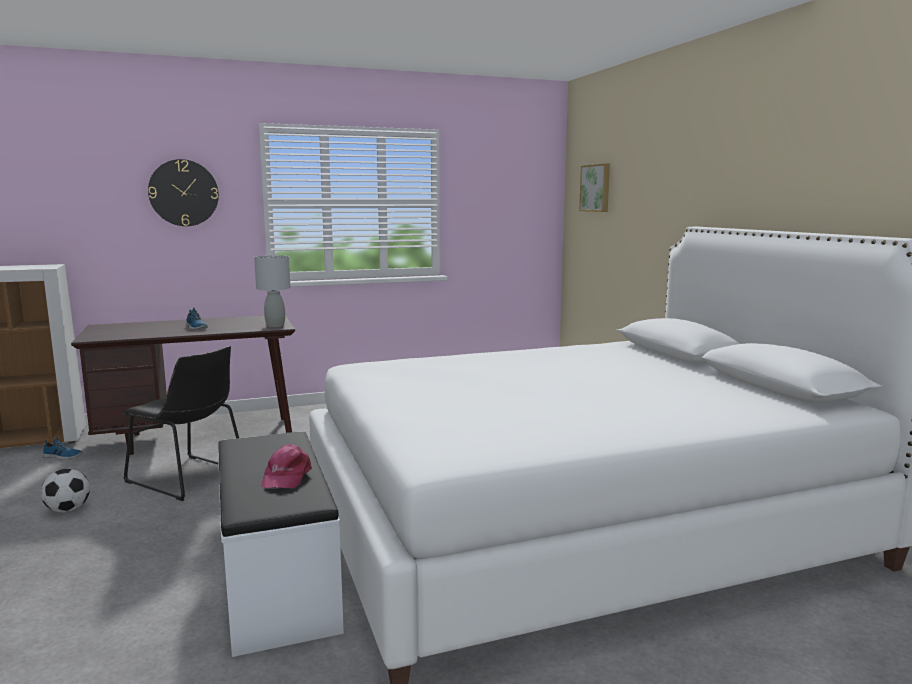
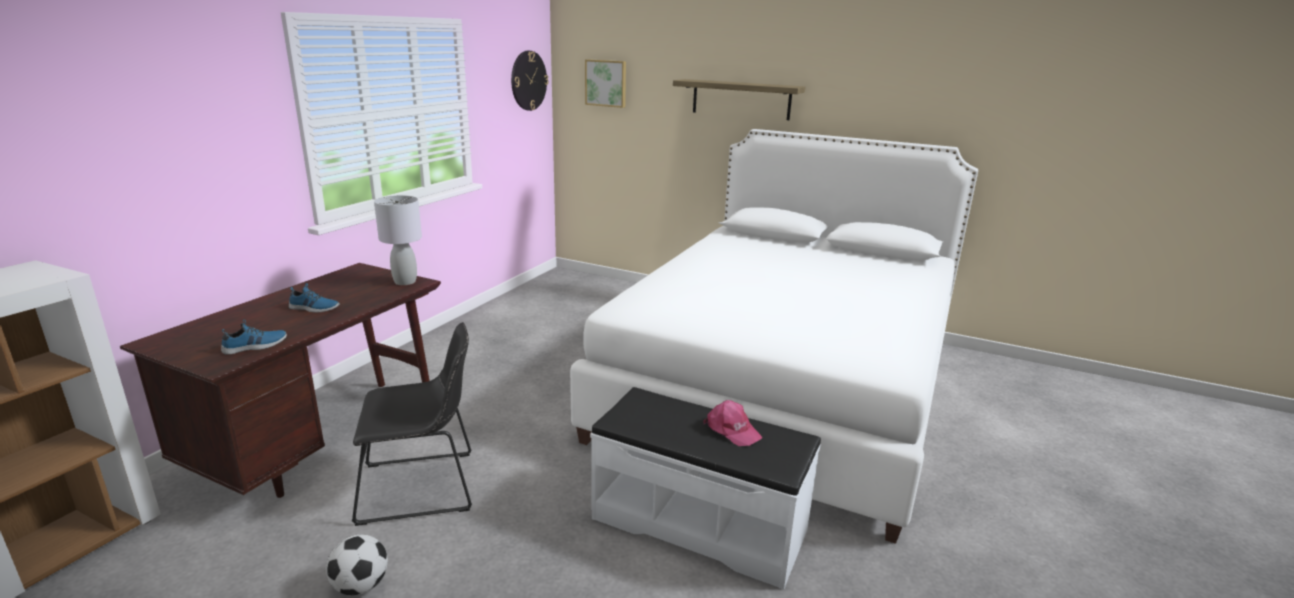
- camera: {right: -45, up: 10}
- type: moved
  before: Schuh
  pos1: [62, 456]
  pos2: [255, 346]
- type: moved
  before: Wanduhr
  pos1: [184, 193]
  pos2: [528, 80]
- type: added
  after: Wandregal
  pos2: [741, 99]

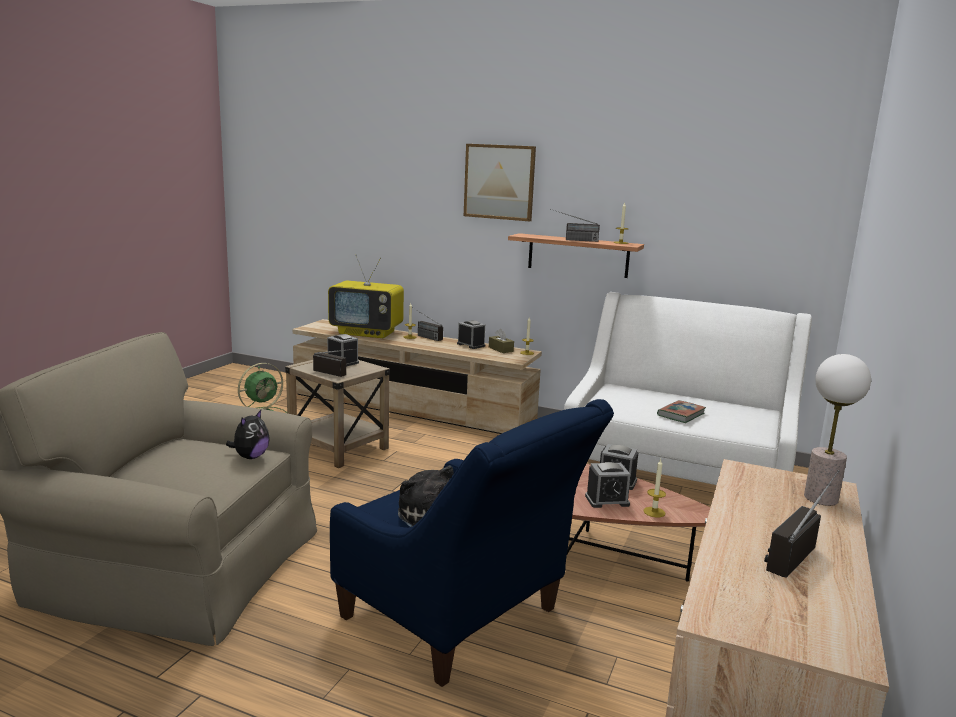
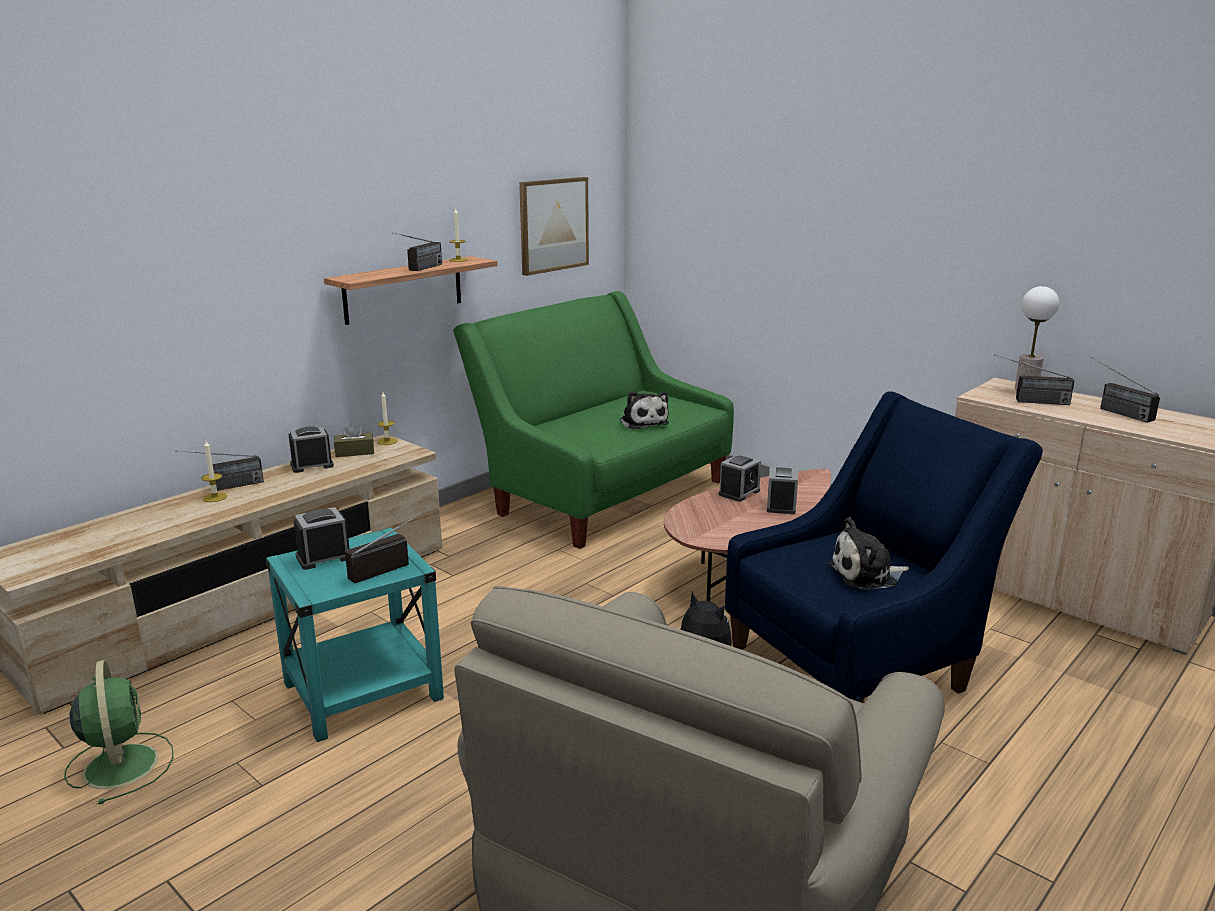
- camera: {right: -70, up: 5}
- type: recoloured
  before: Beistelltisch [beige]
  after: Beistelltisch [türkis]
  pos1: [338, 448]
  pos2: [362, 692]
- type: removed
  before: Fernseher
  pos1: [367, 333]
- type: moved
  before: Bild
  pos1: [499, 182]
  pos2: [553, 225]
- type: recoloured
  before: Sofa [weiß]
  after: Sofa [grün]
  pos1: [676, 475]
  pos2: [602, 493]
- type: removed
  before: Kerze
  pos1: [654, 512]
- type: replaced
  before: Buch
  after: Plüschtier
  pos1: [681, 415]
  pos2: [643, 422]
- type: added
  after: Radio
  pos2: [1028, 401]

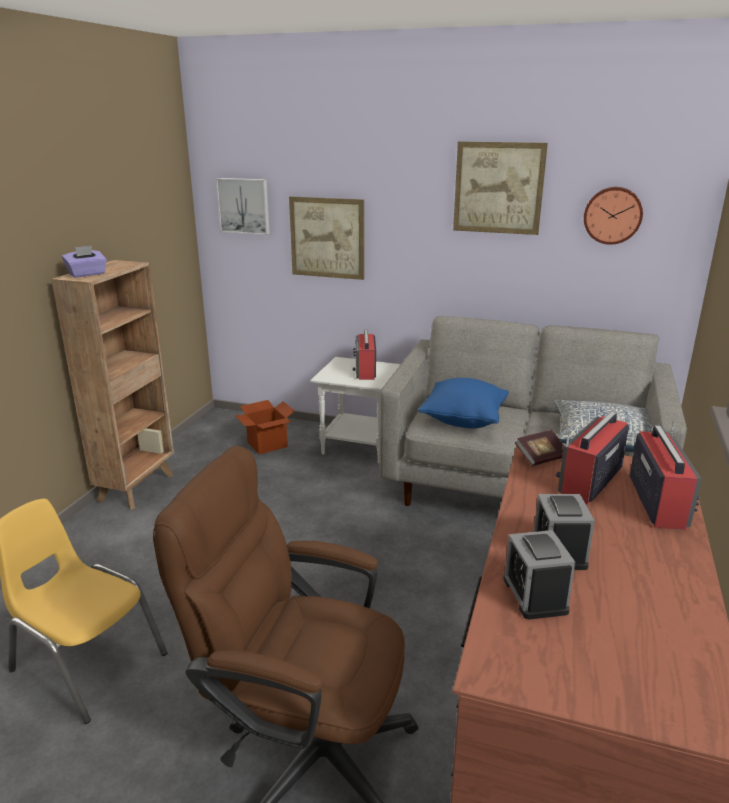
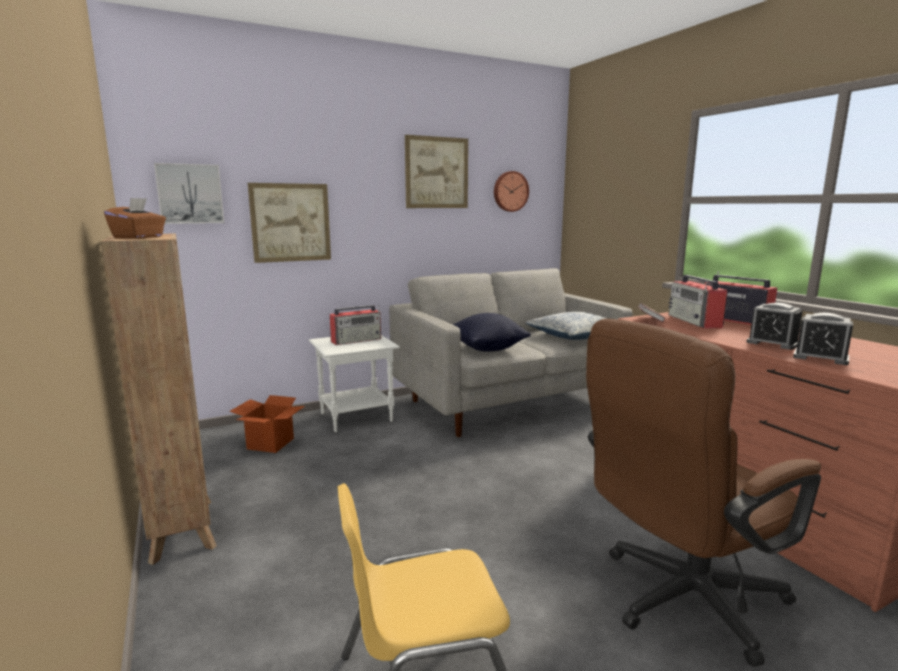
- camera: {right: -45, up: -10}
- type: recoloured
  before: Taschentuchbox [lila]
  after: Taschentuchbox [braun]
  pos1: [87, 274]
  pos2: [139, 237]
- type: turned
  before: Radio
  pos1: [365, 370]
  pos2: [357, 340]
  turn: -75
- type: recoloured
  before: Kissen [blau]
  after: Kissen [schwarz]
  pos1: [463, 421]
  pos2: [486, 348]

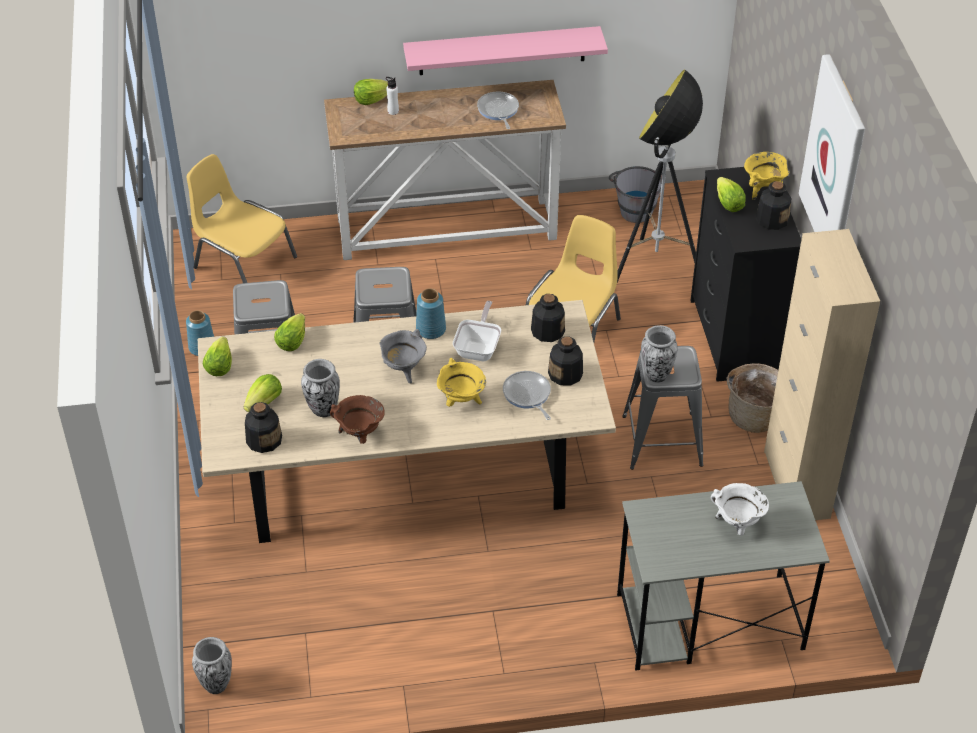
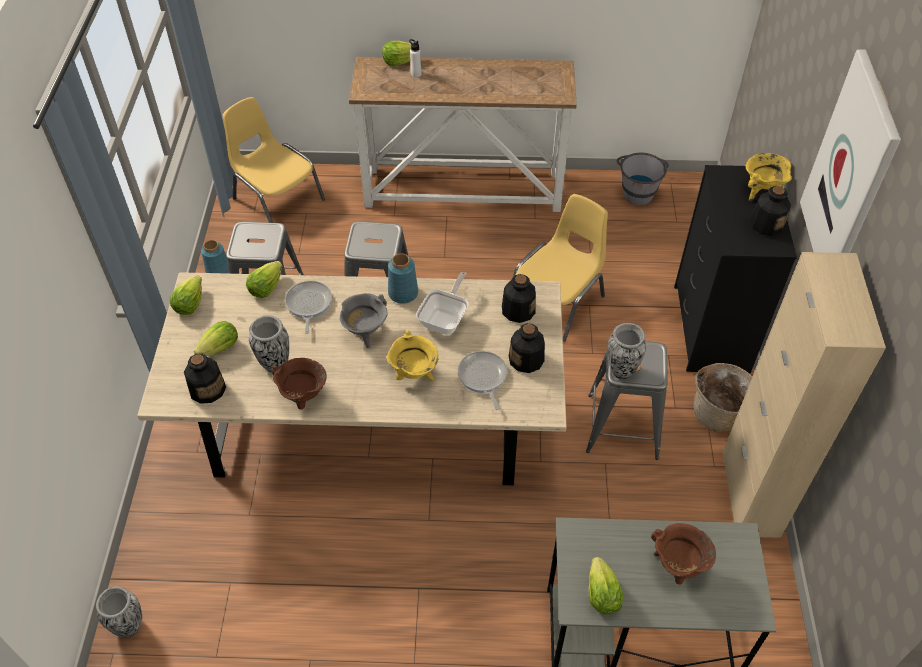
- camera: {right: 10, up: 5}
- type: removed
  before: Wandregal [rosa]
  pos1: [502, 50]
- type: moved
  before: Pfanne
  pos1: [498, 110]
  pos2: [308, 305]
- type: removed
  before: Stehlampe
  pos1: [655, 274]
- type: recoloured
  before: Kochtopf [weiß]
  after: Kochtopf [braun]
  pos1: [737, 524]
  pos2: [677, 566]
- type: moved
  before: Salatkopf
  pos1: [728, 204]
  pos2: [601, 595]

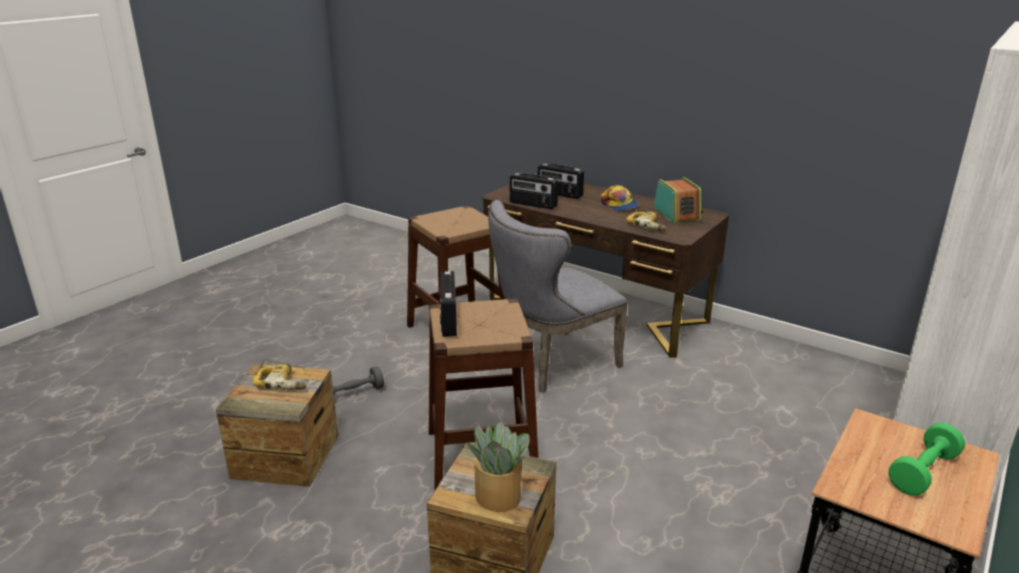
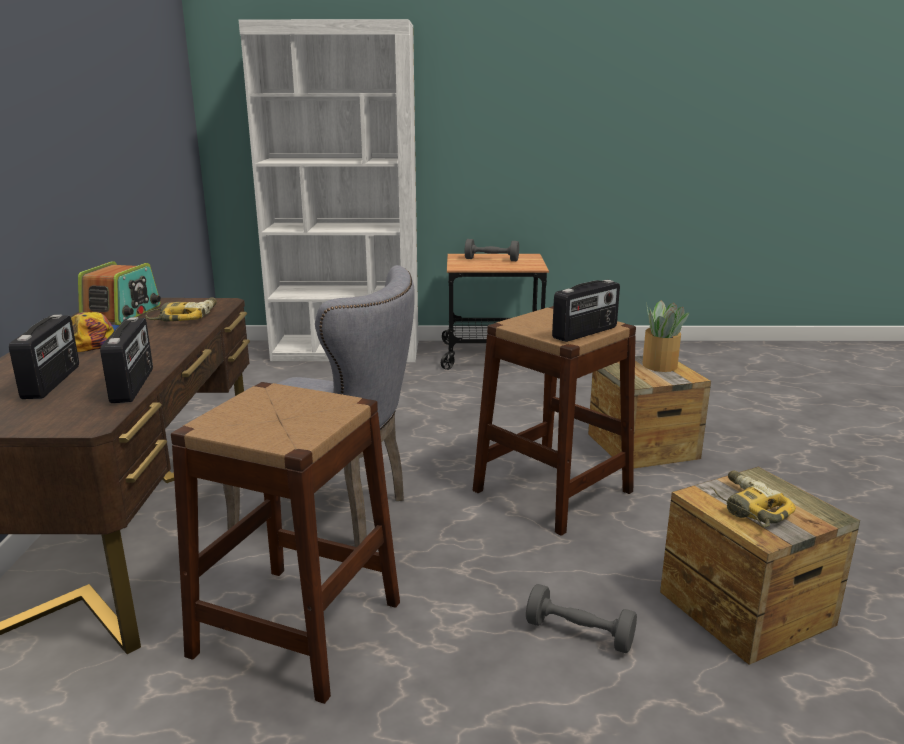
- camera: {right: -125, up: -5}
- type: turned
  before: Radio
  pos1: [677, 213]
  pos2: [123, 313]
  turn: 150
- type: recoloured
  before: Hantel [grün]
  after: Hantel [grau]
  pos1: [923, 472]
  pos2: [491, 260]

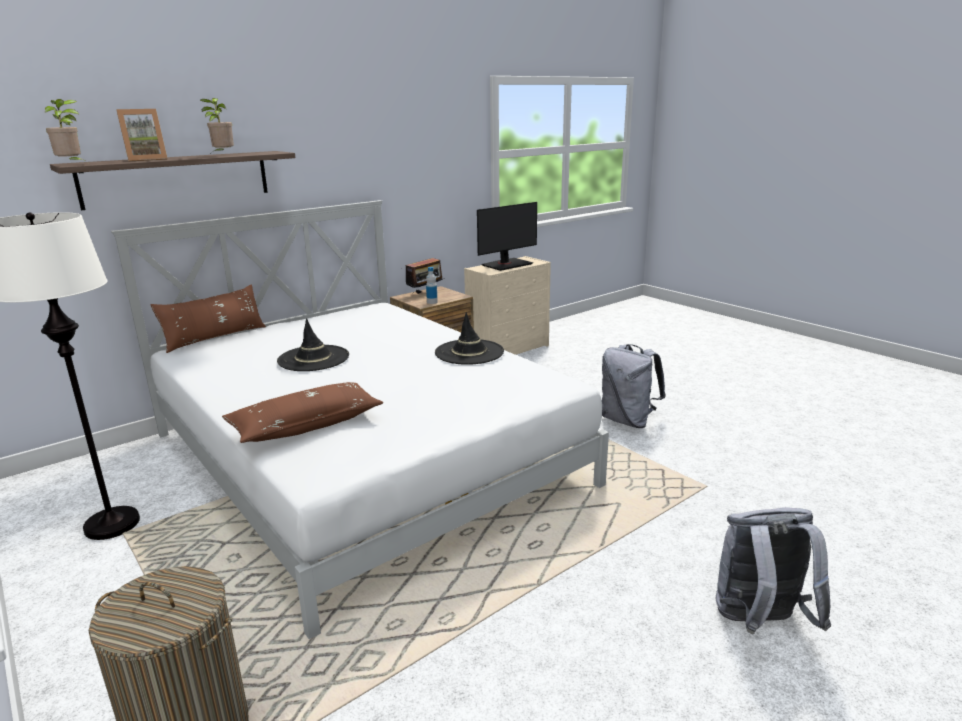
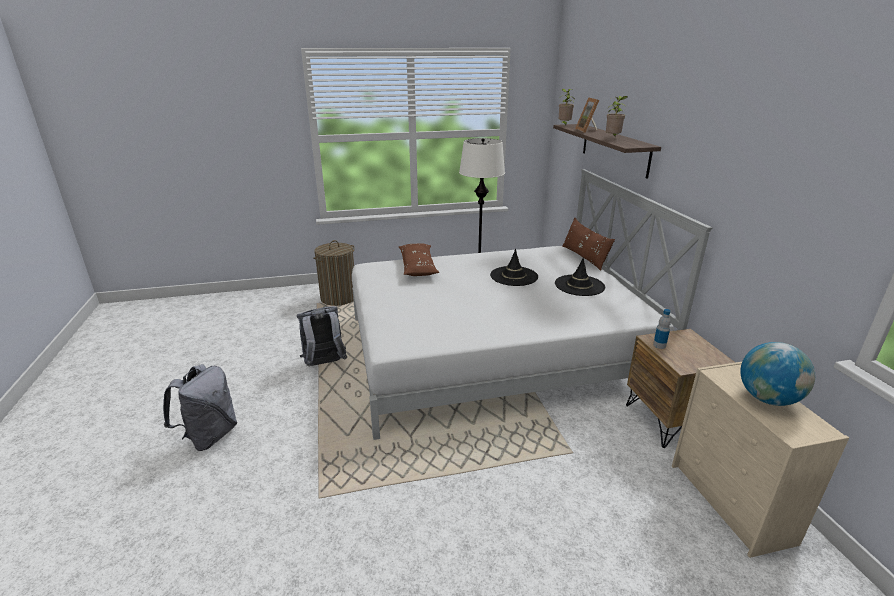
- camera: {right: 115, up: 5}
- type: removed
  before: Radio
  pos1: [425, 293]
- type: moved
  before: Hut [schwarz]
  pos1: [469, 352]
  pos2: [579, 285]
- type: replaced
  before: Monitor
  after: Globus
  pos1: [506, 264]
  pos2: [767, 399]
- type: moved
  before: Rucksack [grau]
  pos1: [628, 420]
  pos2: [324, 364]

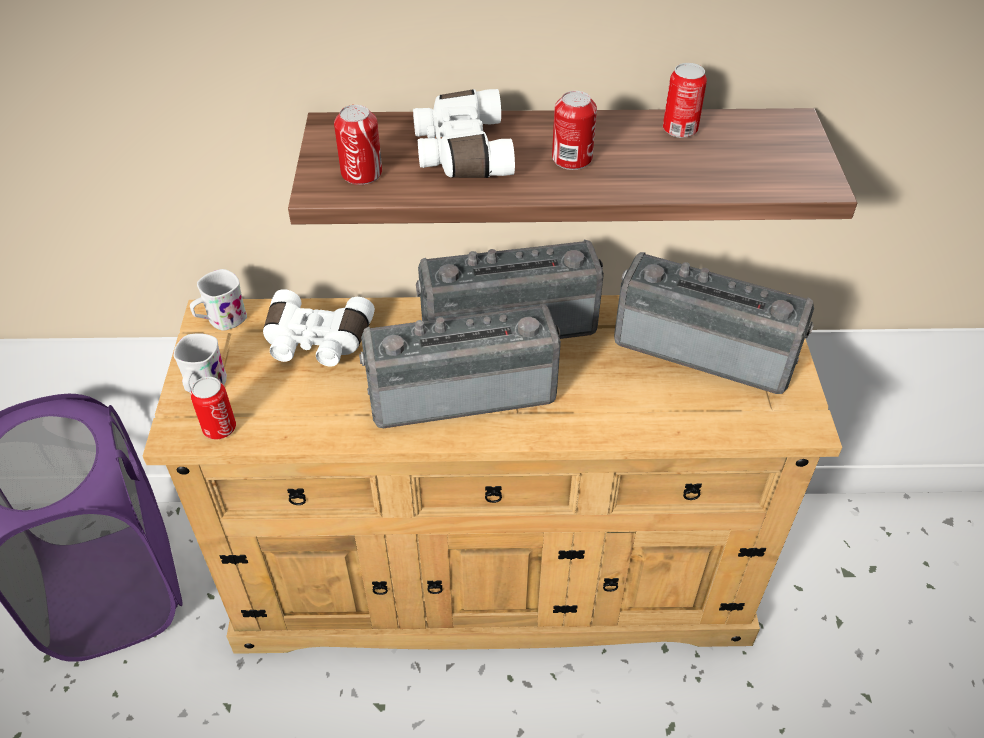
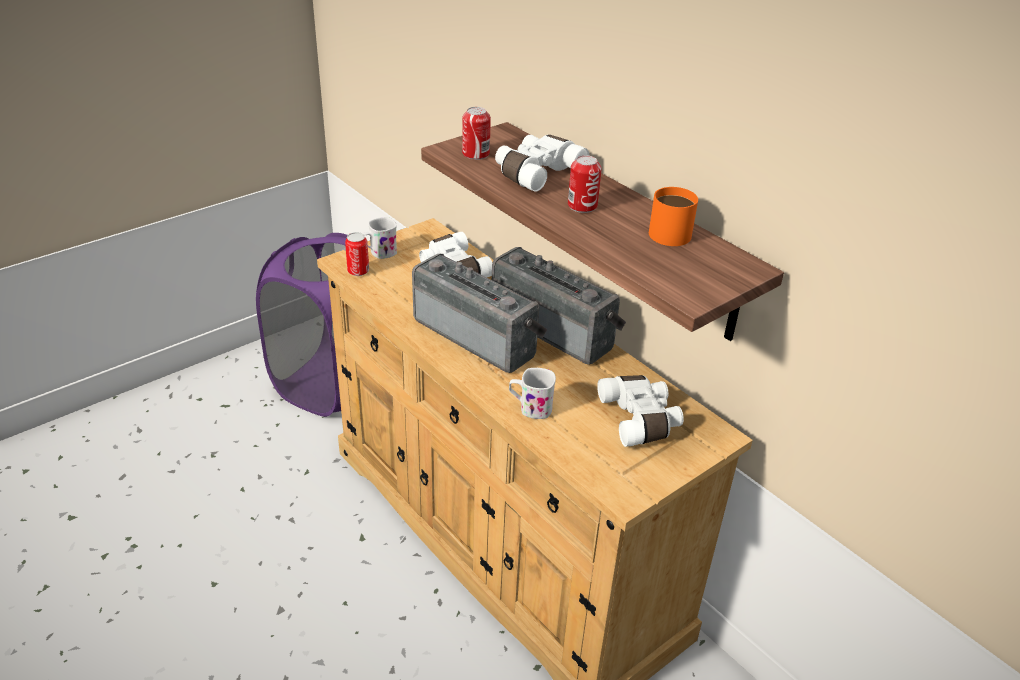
- camera: {right: 50, up: -10}
- type: moved
  before: Henkelbecher [weiß]
  pos1: [221, 320]
  pos2: [530, 408]
- type: replaced
  before: Radio
  after: Fernglas [weiß]
  pos1: [705, 347]
  pos2: [641, 419]
- type: replaced
  before: Dose
  after: Henkelbecher [orange]
  pos1: [679, 130]
  pos2: [670, 230]

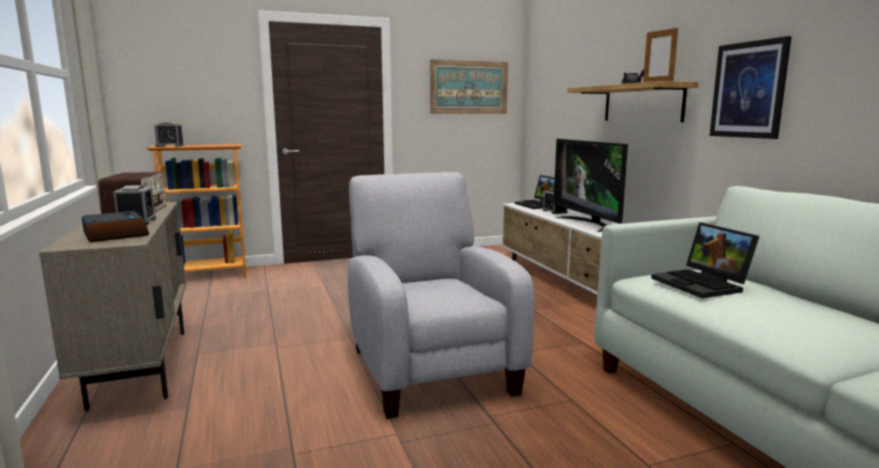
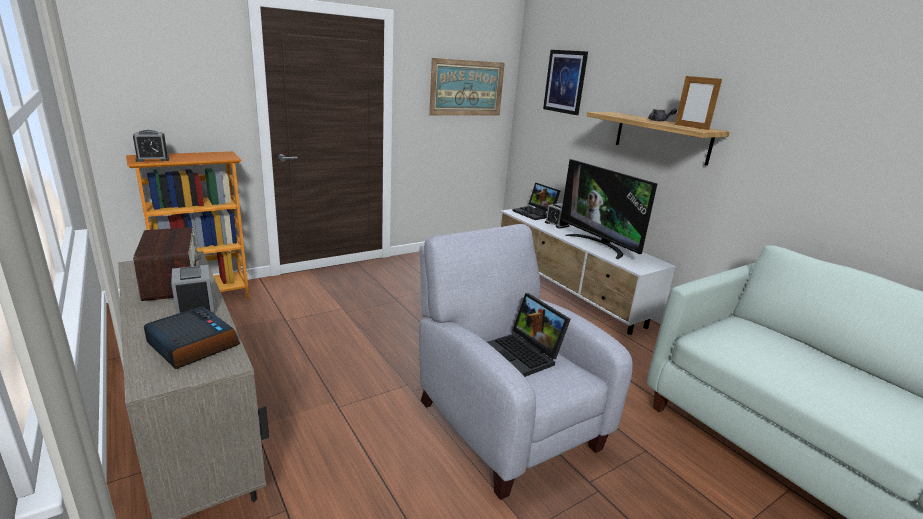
- camera: {right: -15, up: 10}
- type: moved
  before: Laptop
  pos1: [703, 284]
  pos2: [524, 355]
- type: moved
  before: Bild
  pos1: [748, 90]
  pos2: [565, 82]

